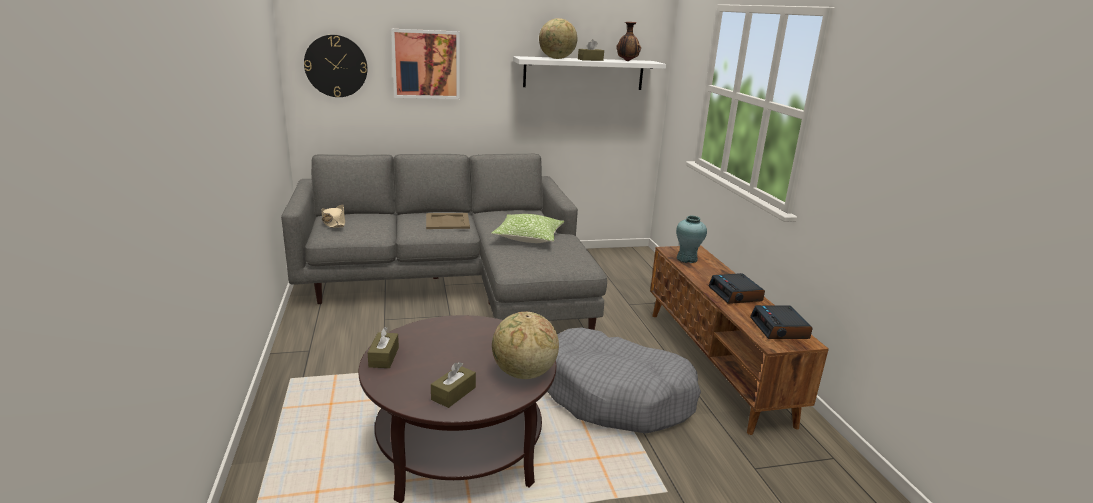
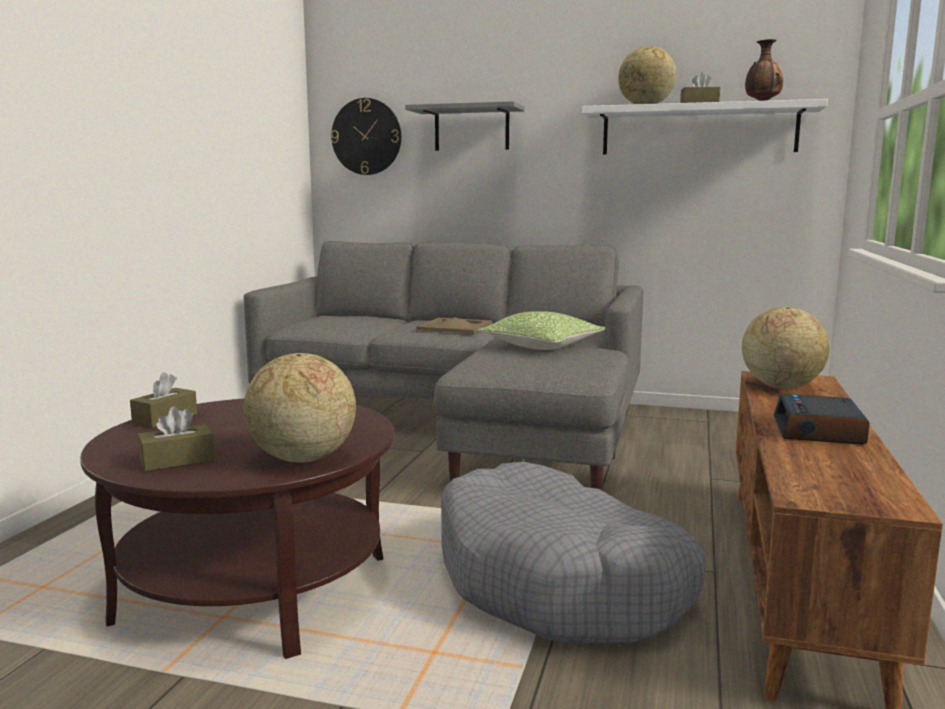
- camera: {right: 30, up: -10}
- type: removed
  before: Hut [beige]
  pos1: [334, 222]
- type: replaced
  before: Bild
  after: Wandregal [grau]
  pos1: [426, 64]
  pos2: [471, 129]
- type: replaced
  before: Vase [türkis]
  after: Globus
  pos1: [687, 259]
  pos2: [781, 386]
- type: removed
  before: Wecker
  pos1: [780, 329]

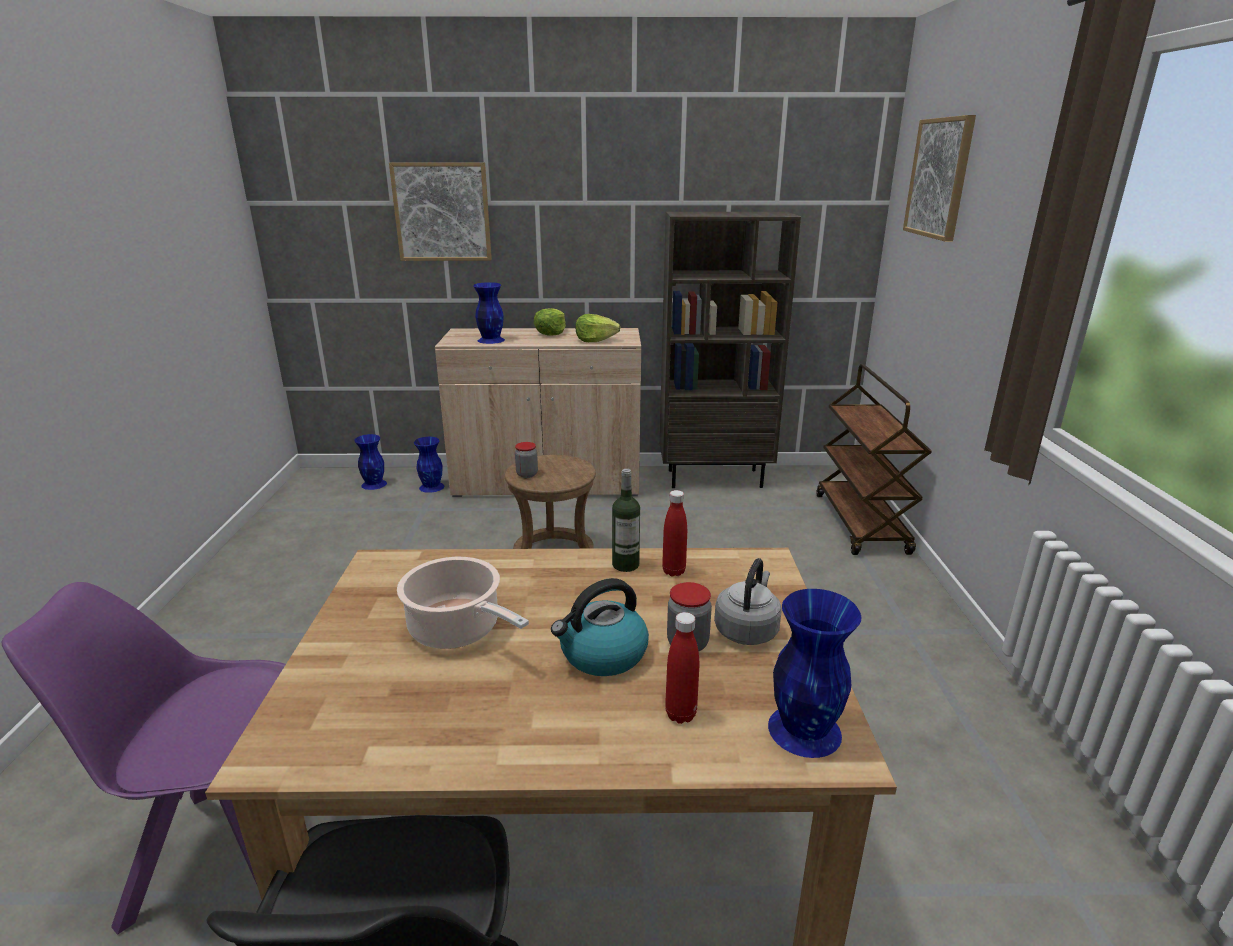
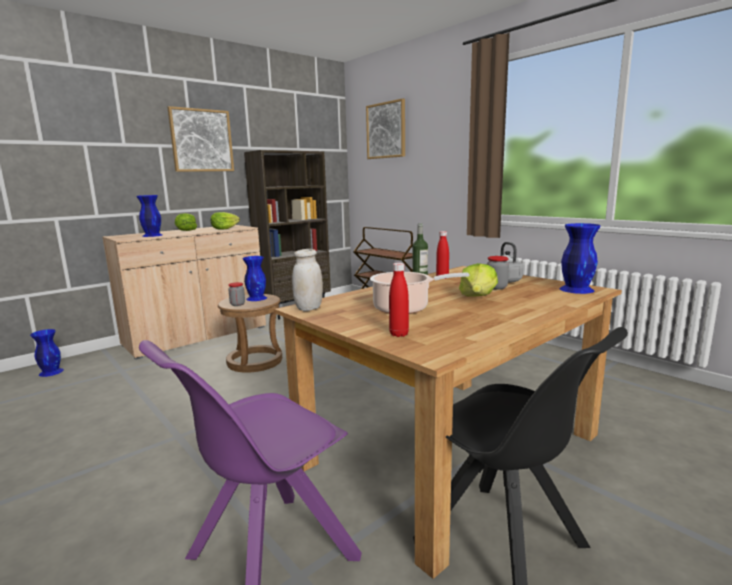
- camera: {right: -40, up: -10}
- type: moved
  before: Bild
  pos1: [442, 212]
  pos2: [201, 140]
- type: moved
  before: Vase [blau]
  pos1: [432, 487]
  pos2: [256, 298]
- type: replaced
  before: Wasserkessel
  after: Salatkopf
  pos1: [602, 655]
  pos2: [478, 297]
- type: moved
  before: Flasche [rot]
  pos1: [680, 714]
  pos2: [399, 334]
- type: added
  after: Vorratsglas [weiß]
  pos2: [309, 308]

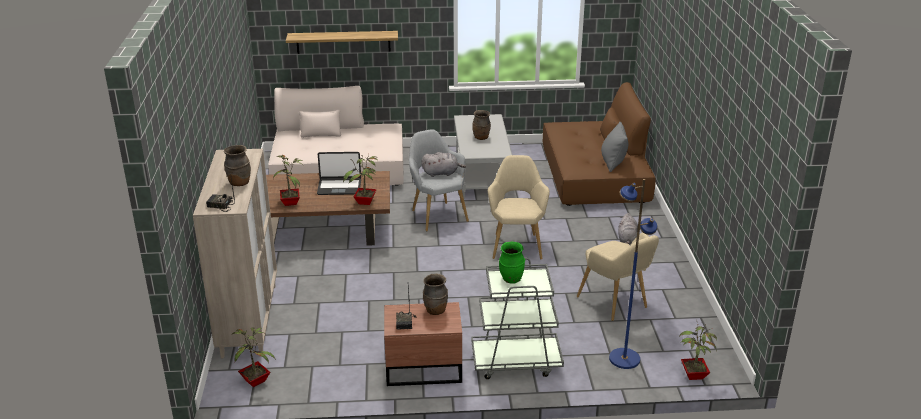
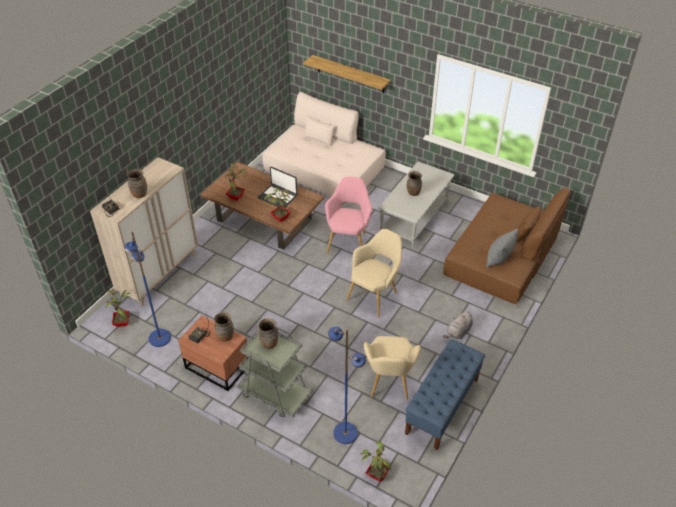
- camera: {right: 35, up: 15}
- type: recoloured
  before: Sessel [grau]
  after: Sessel [rosa]
  pos1: [437, 214]
  pos2: [348, 241]
- type: removed
  before: Plüschtier [grau]
  pos1: [441, 173]
- type: recoloured
  before: Vase [grün]
  after: Vase [braun]
  pos1: [511, 279]
  pos2: [269, 343]
- type: added
  after: Stehlampe [blau]
  pos2: [159, 338]
- type: added
  after: Bank [blau]
  pos2: [442, 406]

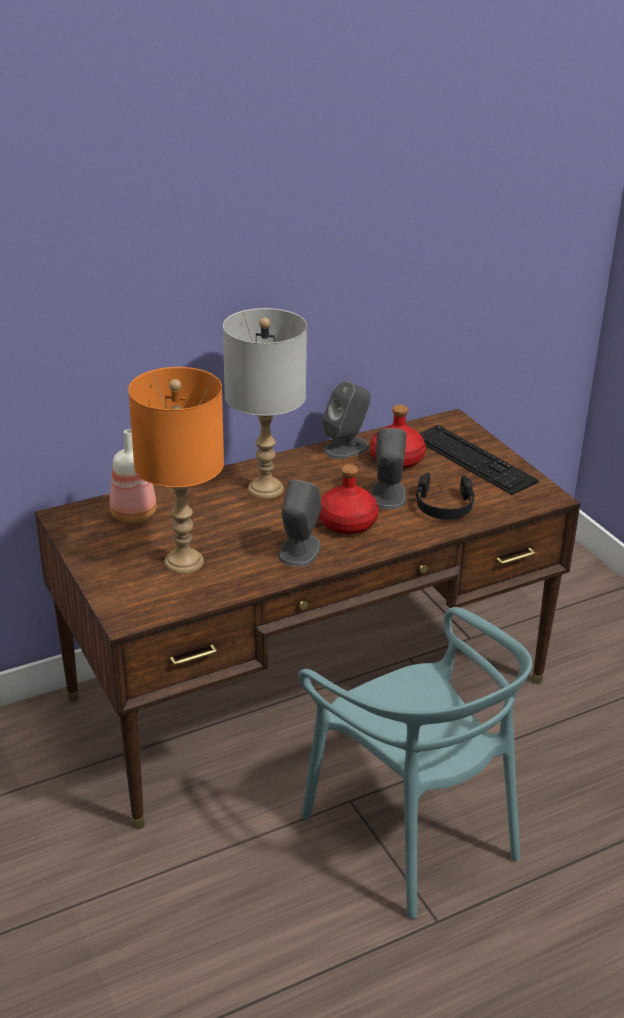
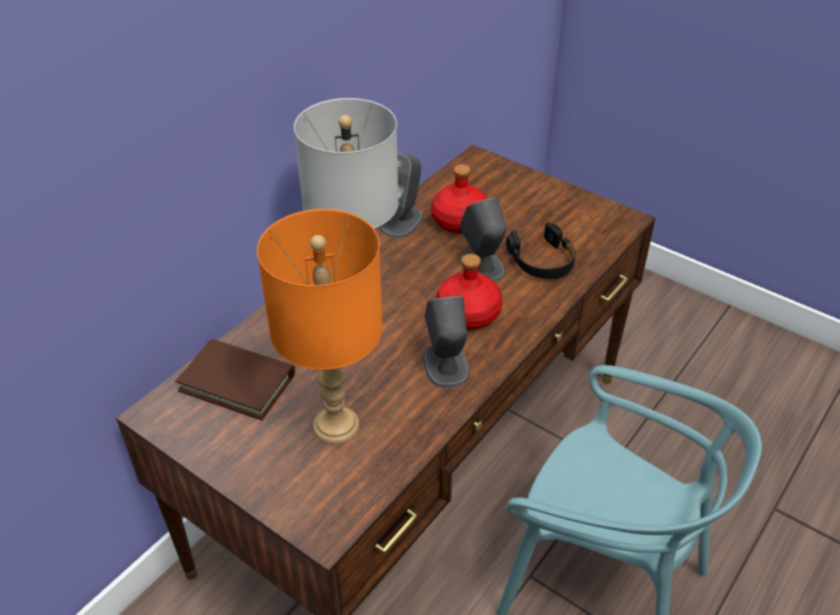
- camera: {right: -25, up: 10}
- type: replaced
  before: Flasche
  after: Buch [braun]
  pos1: [133, 515]
  pos2: [237, 382]
- type: removed
  before: Tastatur
  pos1: [473, 459]

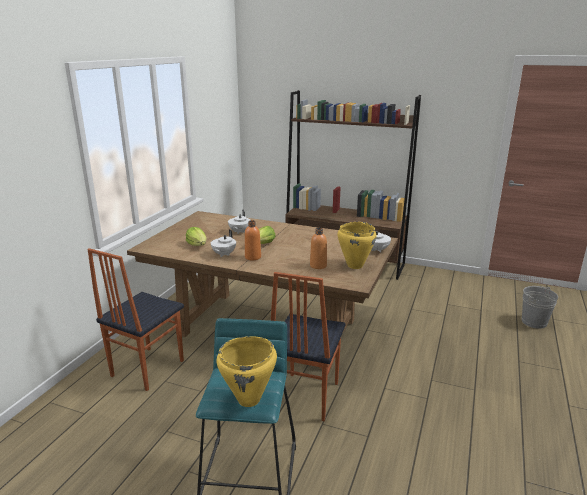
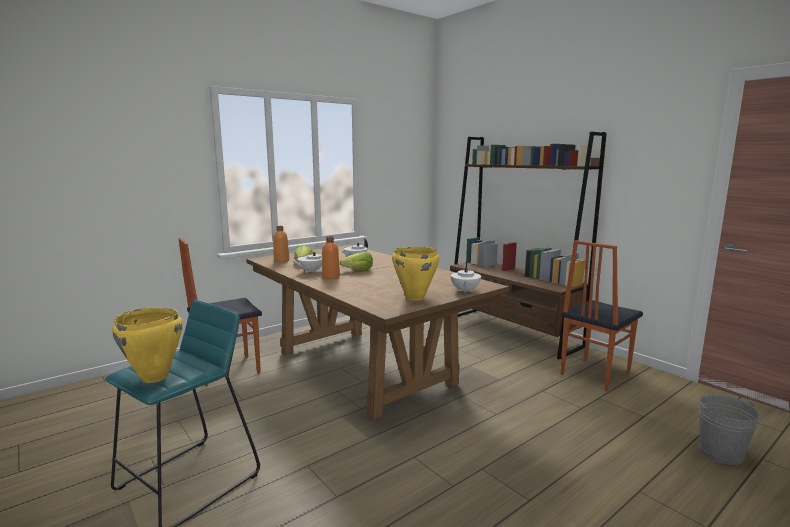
- camera: {right: 30, up: -10}
- type: moved
  before: Stuhl
  pos1: [305, 396]
  pos2: [593, 374]
- type: moved
  before: Flasche [orange]
  pos1: [318, 266]
  pos2: [281, 261]

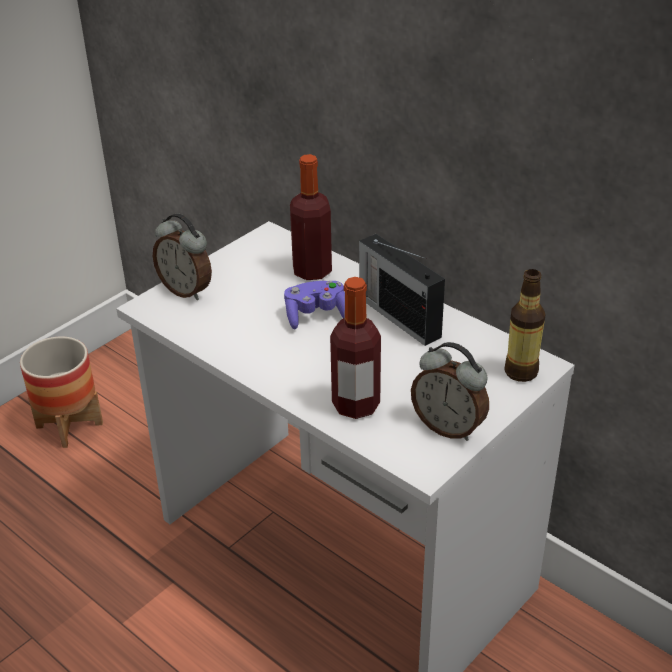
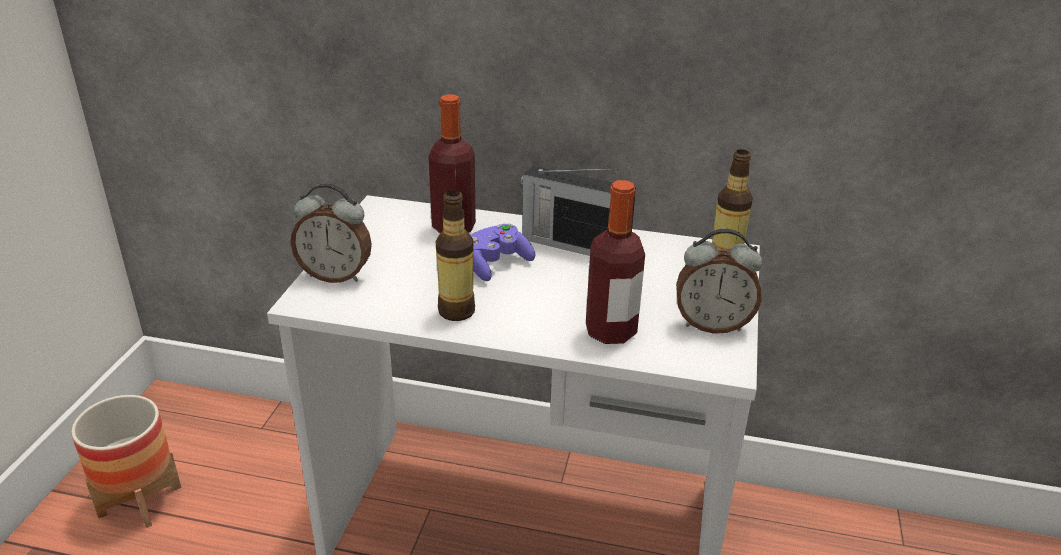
- camera: {right: -30, up: -5}
- type: added
  after: Flasche
  pos2: [456, 311]

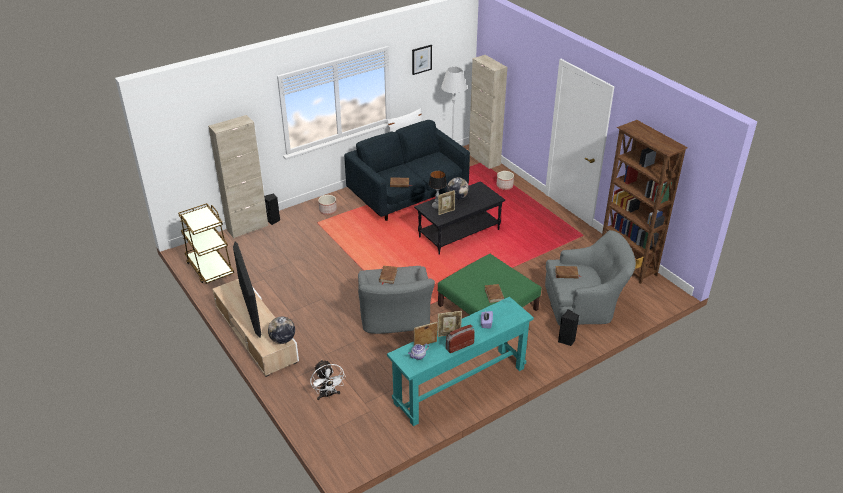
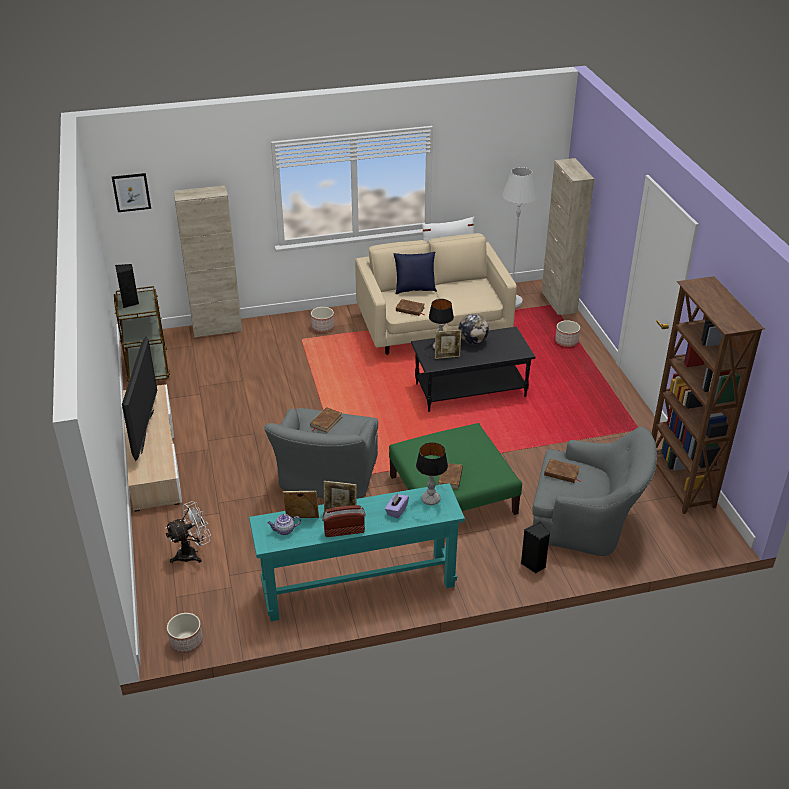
- camera: {right: 20, up: 0}
- type: moved
  before: Lautsprecher [schwarz]
  pos1: [273, 220]
  pos2: [130, 302]
- type: removed
  before: Globus
  pos1: [282, 340]
- type: turned
  before: Ventilator [weiß]
  pos1: [328, 395]
  pos2: [192, 553]
  turn: -120
- type: recoloured
  before: Sofa [blau]
  after: Sofa [beige]
  pos1: [408, 194]
  pos2: [433, 327]
- type: moved
  before: Bild
  pos1: [421, 59]
  pos2: [131, 192]
- type: added
  after: Pflanzkübel
  pos2: [187, 642]
- type: added
  after: Kissen [blau]
  pos2: [414, 289]
- type: added
  after: Tischlampe
  pos2: [430, 500]

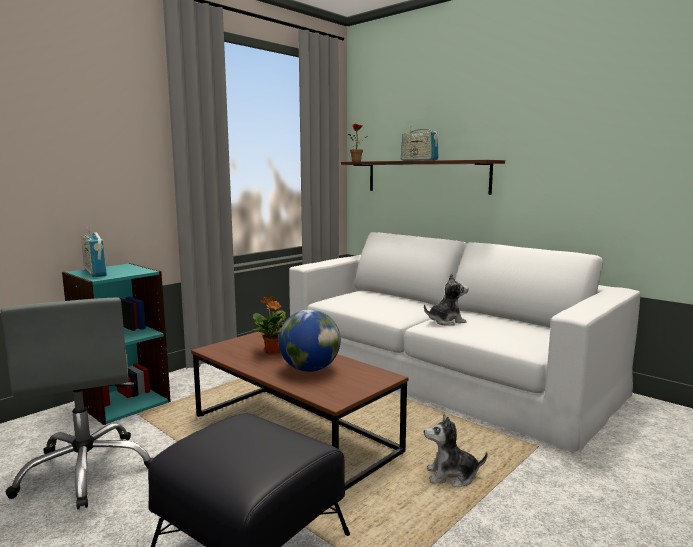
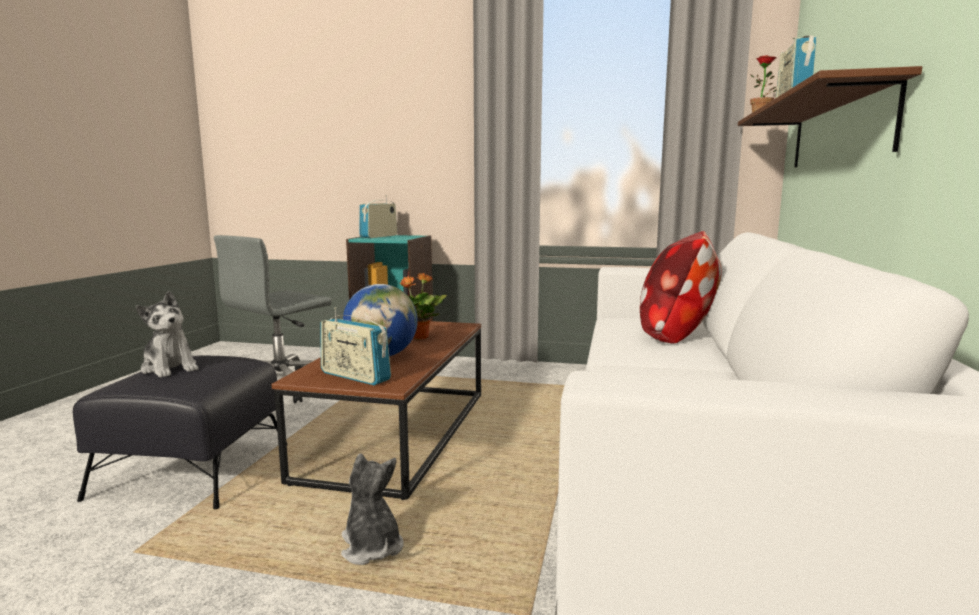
- camera: {right: 60, up: 0}
- type: moved
  before: Plüschtier
  pos1: [446, 321]
  pos2: [170, 368]
- type: added
  after: Radio
  pos2: [355, 376]
- type: added
  after: Kissen
  pos2: [677, 333]

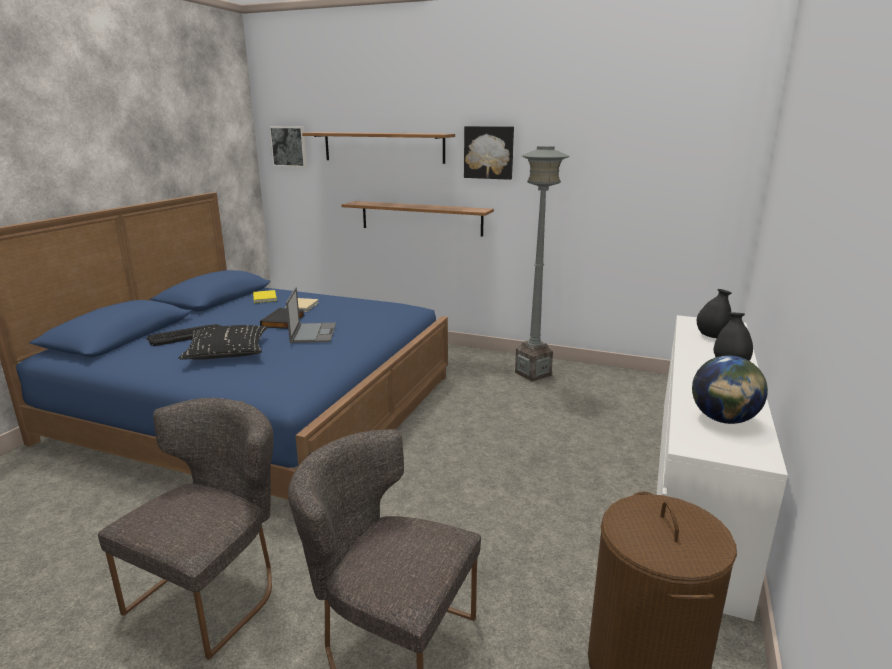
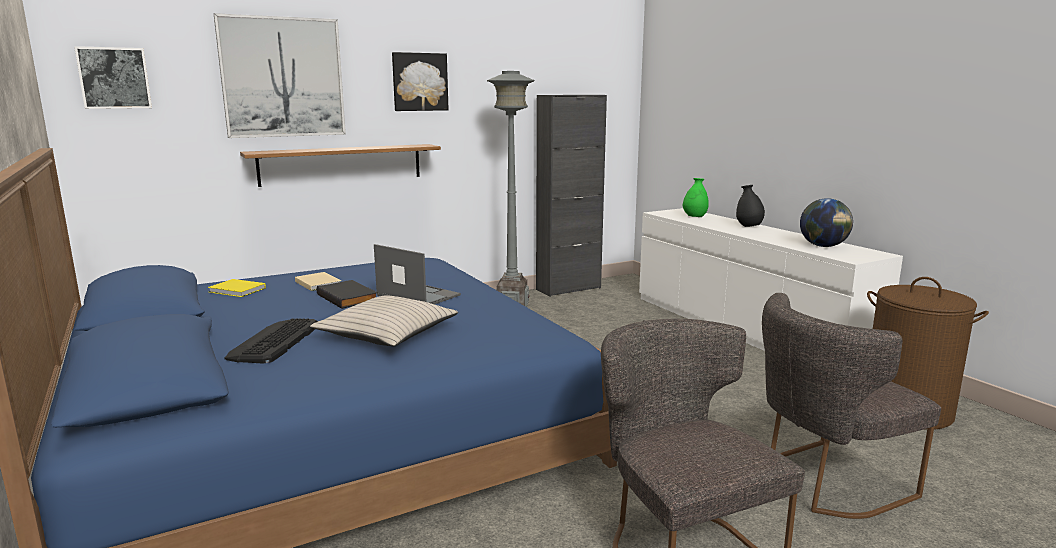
- camera: {right: -50, up: -5}
- type: recoloured
  before: Kissen [schwarz]
  after: Kissen [beige]
  pos1: [227, 351]
  pos2: [388, 334]
- type: replaced
  before: Wandregal
  after: Bild
  pos1: [383, 147]
  pos2: [283, 77]
- type: recoloured
  before: Vase [schwarz]
  after: Vase [grün]
  pos1: [711, 336]
  pos2: [694, 217]
- type: added
  after: Schrank [schwarz]
  pos2: [568, 289]

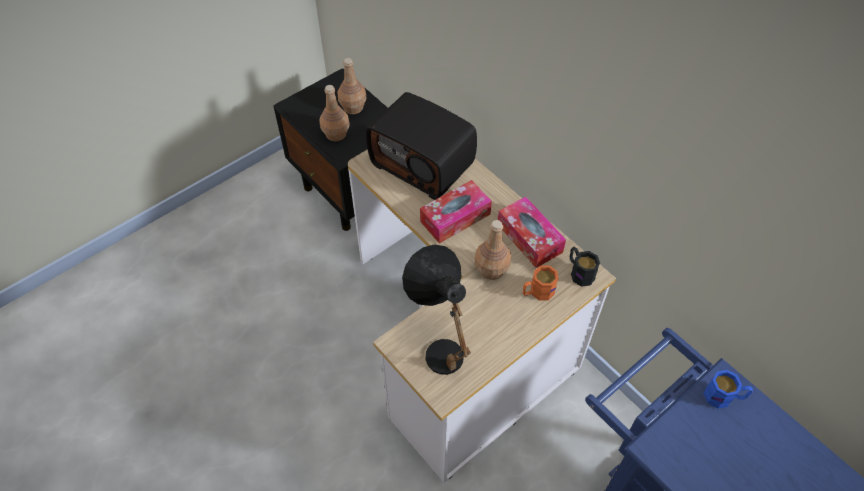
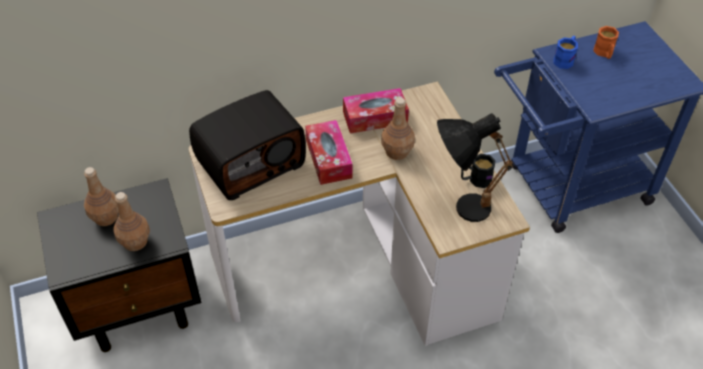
- camera: {right: -70, up: -5}
- type: moved
  before: Henkelbecher [orange]
  pos1: [537, 292]
  pos2: [604, 53]
- type: moved
  before: Henkelbecher [schwarz]
  pos1: [579, 272]
  pos2: [475, 180]

